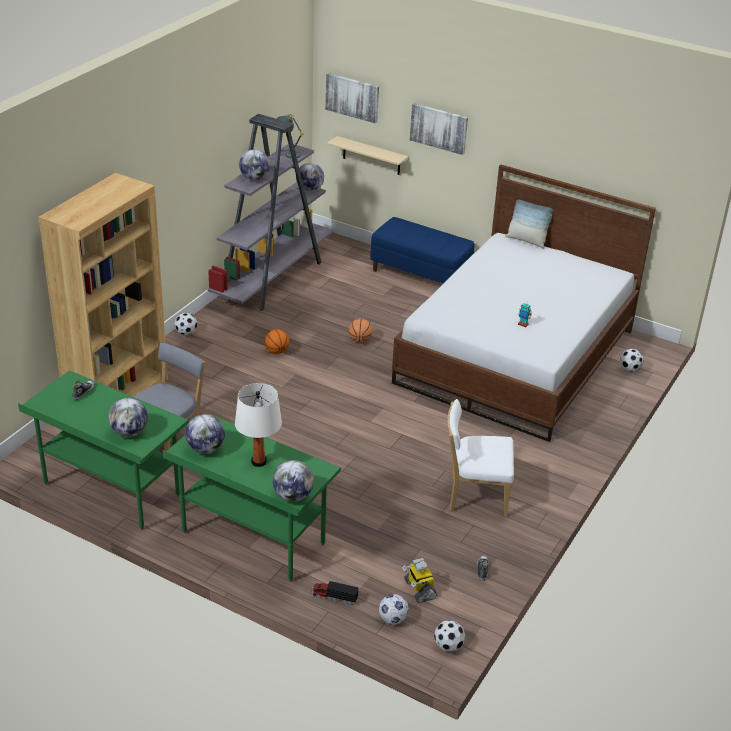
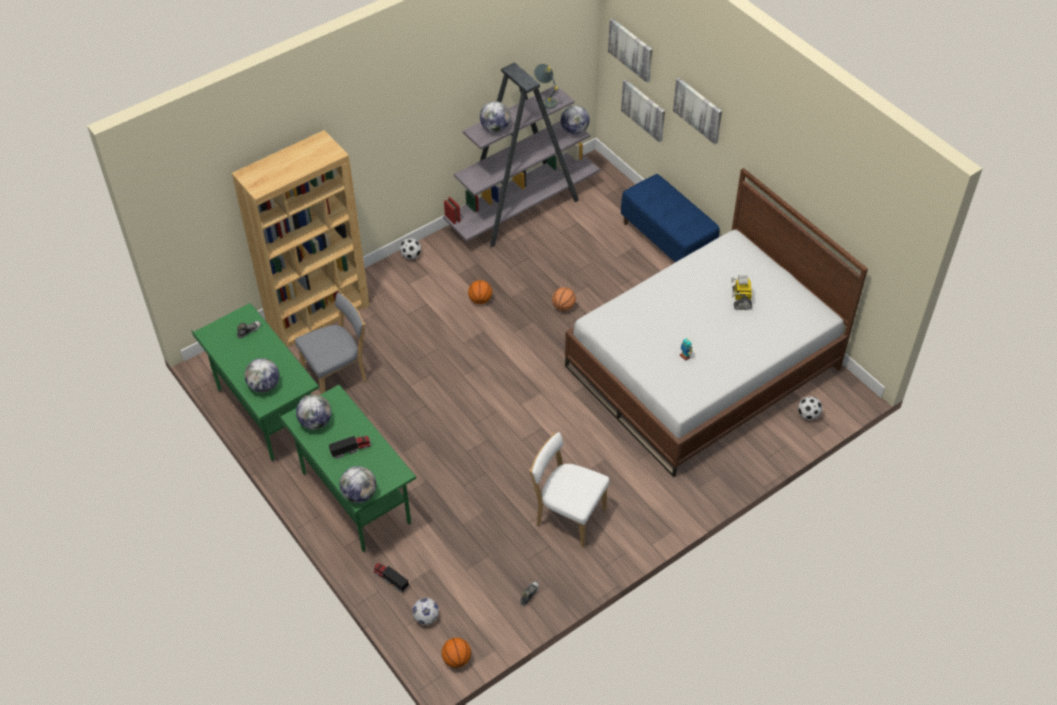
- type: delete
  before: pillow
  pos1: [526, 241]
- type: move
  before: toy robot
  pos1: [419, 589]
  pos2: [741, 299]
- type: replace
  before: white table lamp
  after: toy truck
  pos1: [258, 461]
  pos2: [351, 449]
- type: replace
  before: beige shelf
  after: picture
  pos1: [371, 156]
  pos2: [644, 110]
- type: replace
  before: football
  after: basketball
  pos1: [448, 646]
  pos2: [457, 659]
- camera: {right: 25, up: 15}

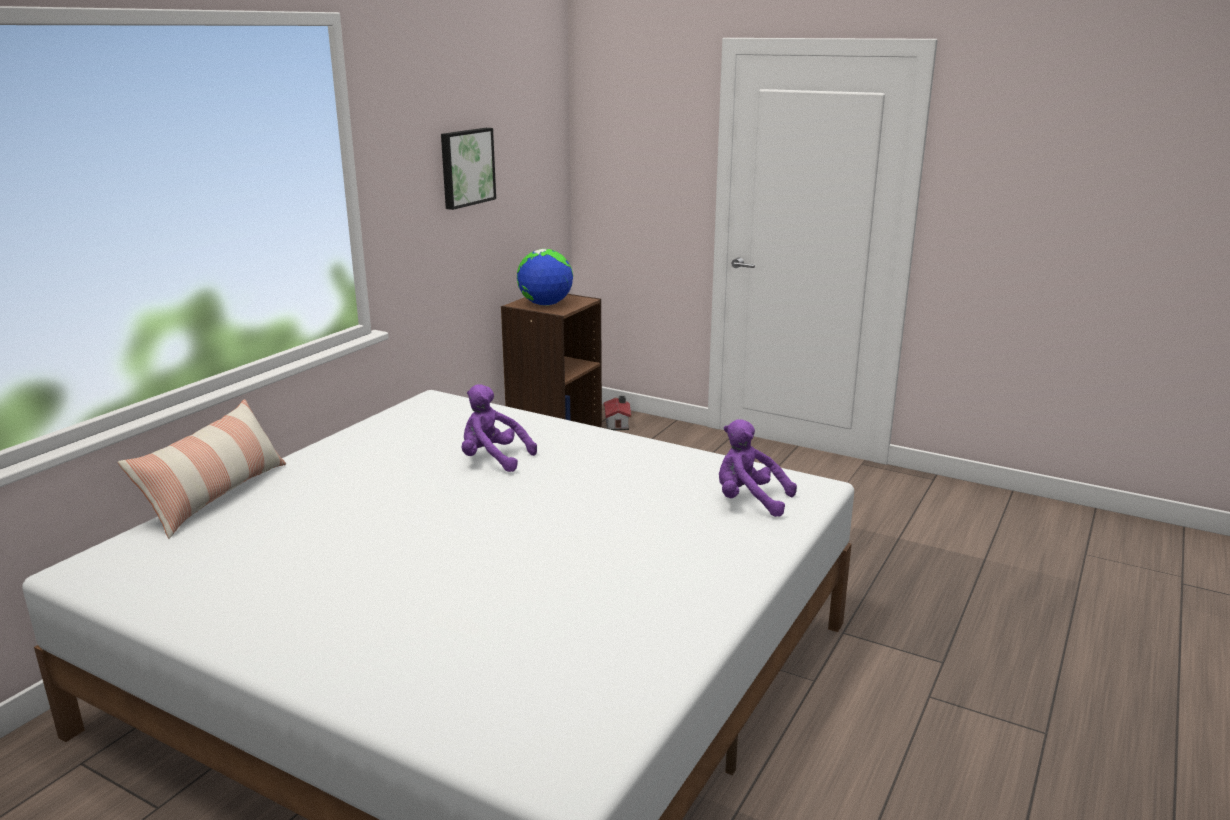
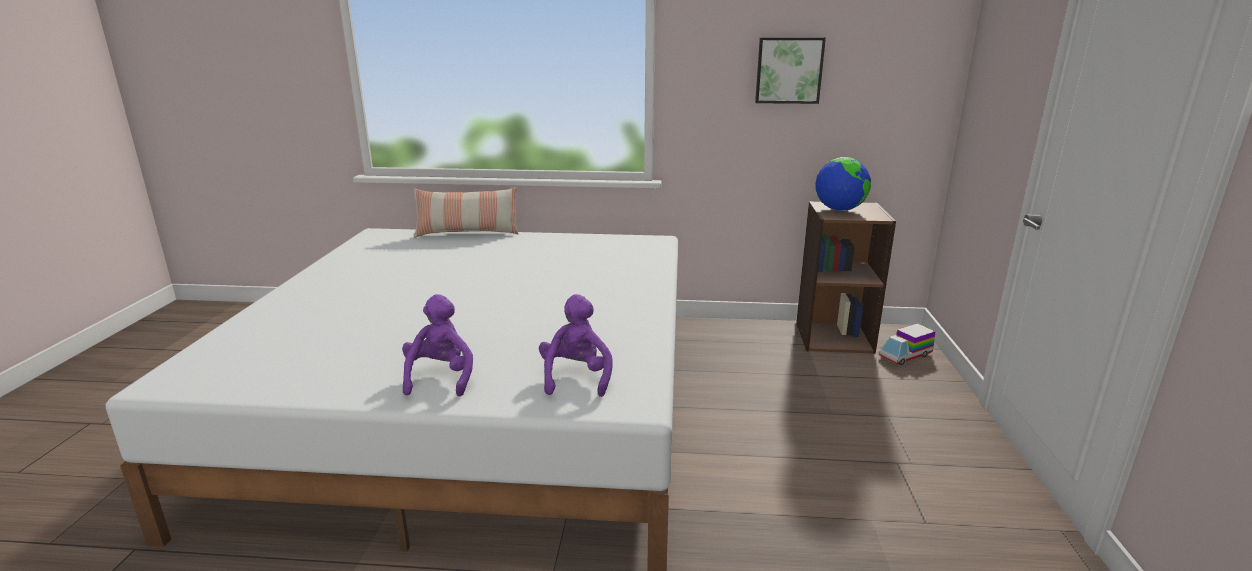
- type: move
  before: purple plush toy
  pos1: [493, 459]
  pos2: [440, 378]
- type: replace
  before: toy house
  after: toy truck
  pos1: [618, 424]
  pos2: [905, 355]
- camera: {right: 65, up: 0}

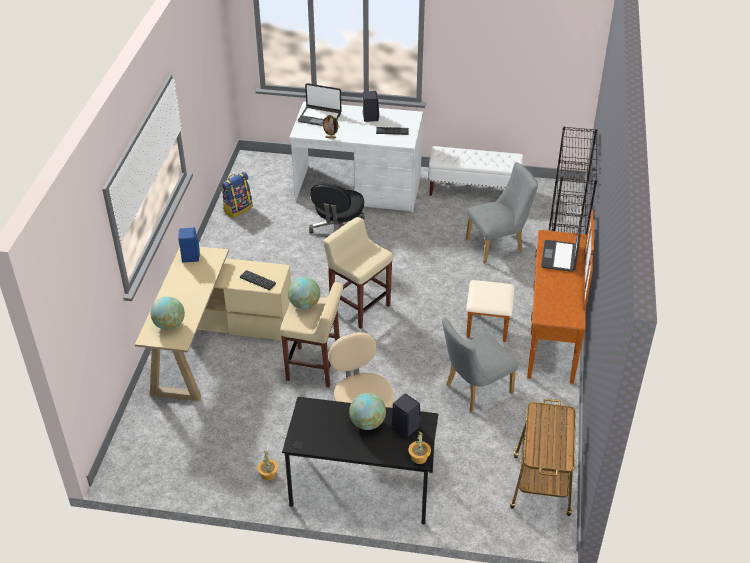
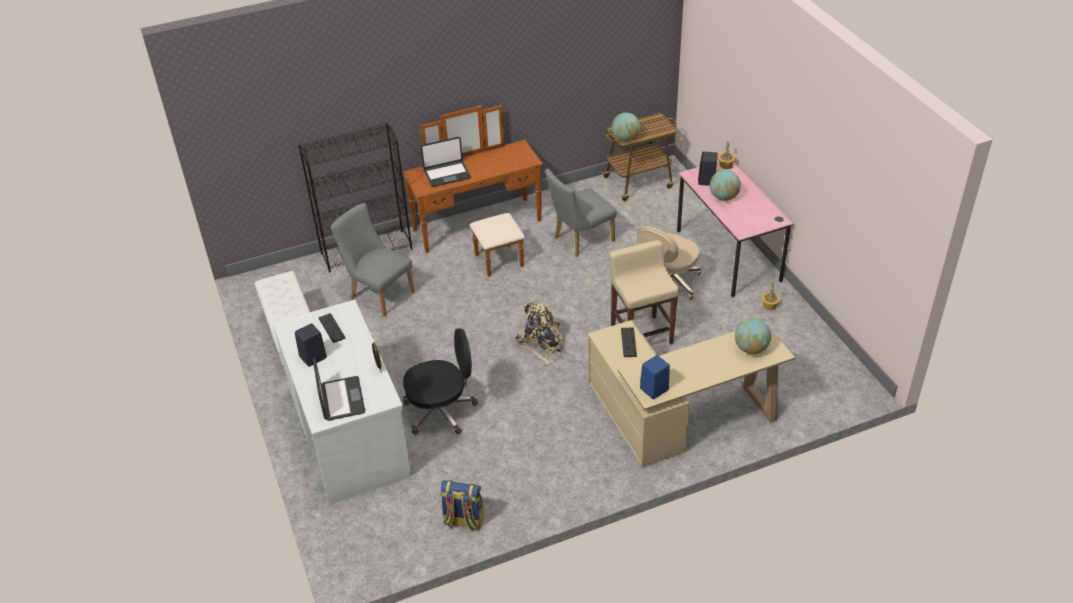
- type: move
  before: globe
  pos1: [304, 305]
  pos2: [625, 138]
- type: replace
  before: beige stool
  after: beige backpack
  pos1: [359, 307]
  pos2: [542, 343]
- type: recolor
  before: black desk
  after: pink desk
  pos1: [362, 488]
  pos2: [728, 255]
- type: rotate
  before: grey chair
  pos1: [474, 390]
  pos2: [580, 240]
  turn: 120
- camera: {right: -120, up: 0}

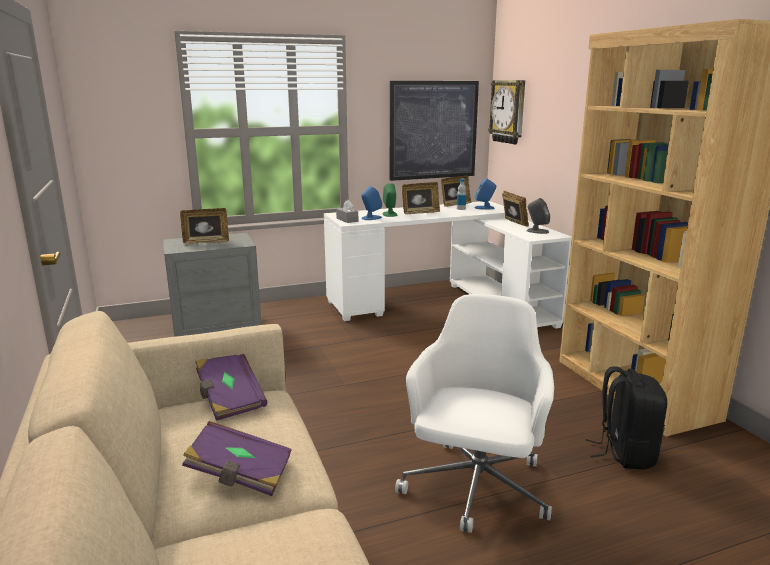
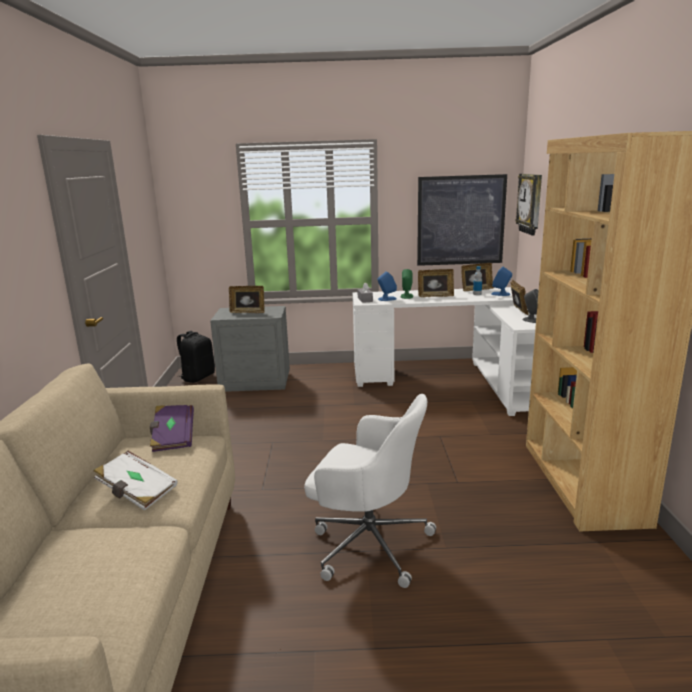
- type: move
  before: black backpack
  pos1: [624, 453]
  pos2: [198, 377]
- type: recolor
  before: purple book
  after: white book
  pos1: [240, 475]
  pos2: [137, 492]
- type: rotate
  before: white office chair
  pos1: [475, 489]
  pos2: [368, 543]
  turn: 75
- camera: {right: 20, up: 0}

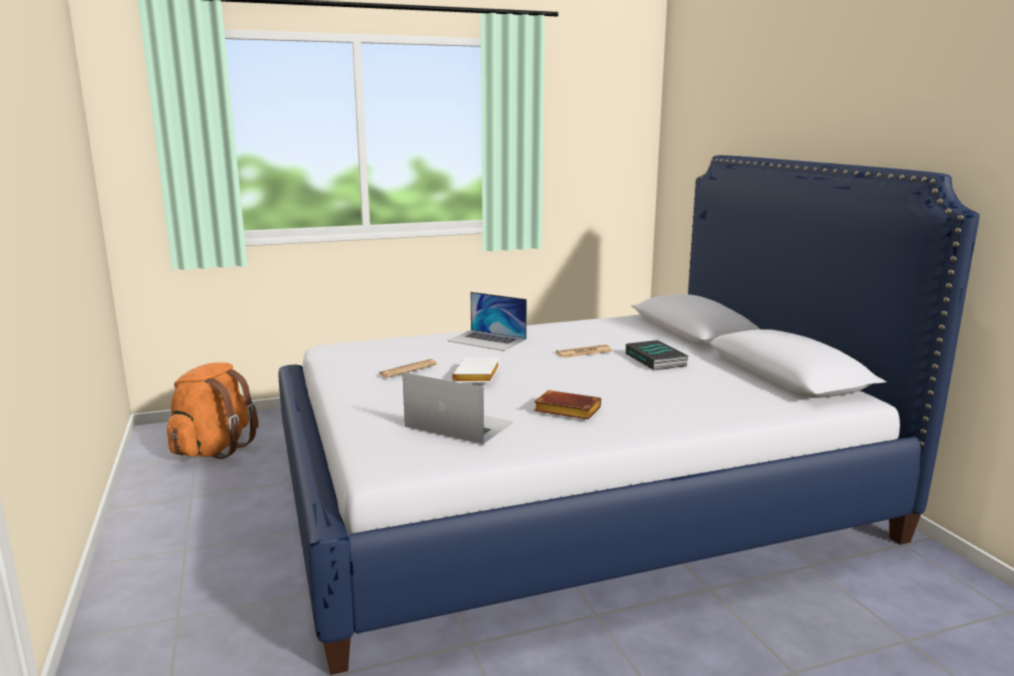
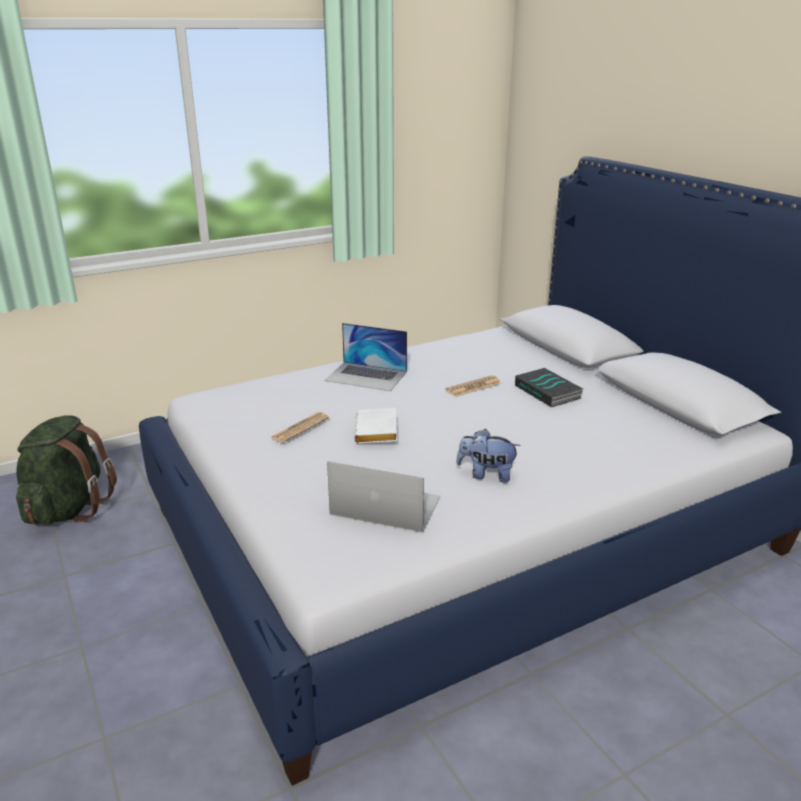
- type: replace
  before: brown book
  after: plush toy
  pos1: [565, 411]
  pos2: [486, 474]
- type: recolor
  before: orange backpack
  after: green backpack
  pos1: [214, 449]
  pos2: [69, 508]
- camera: {right: -10, up: 10}

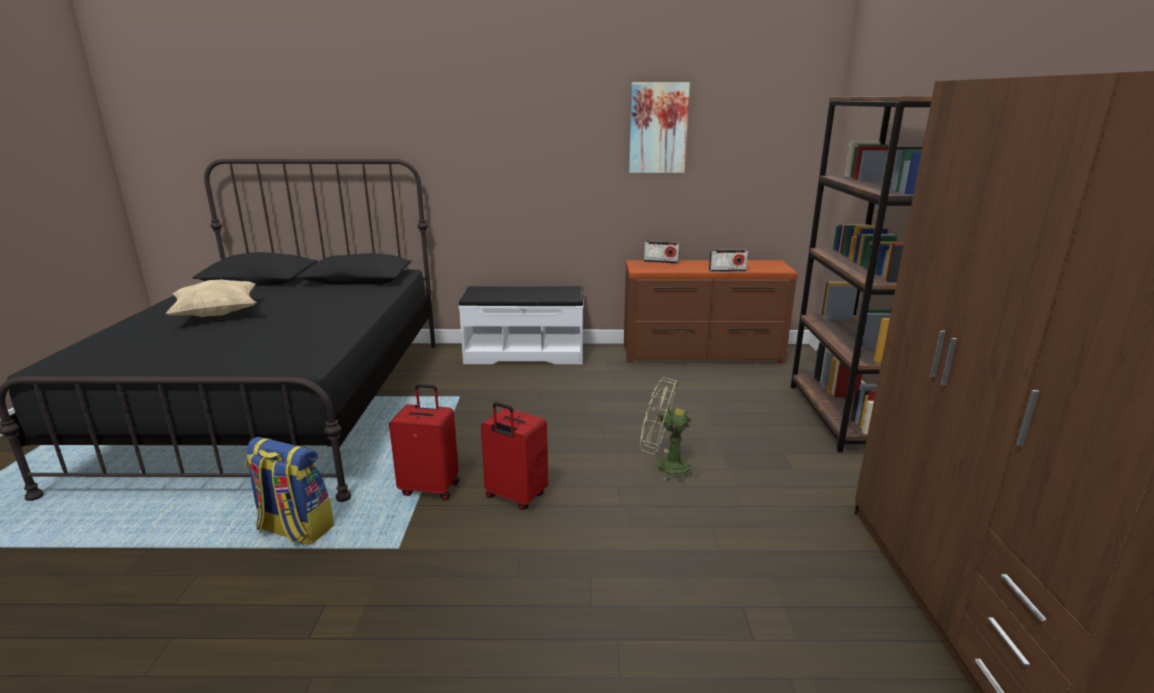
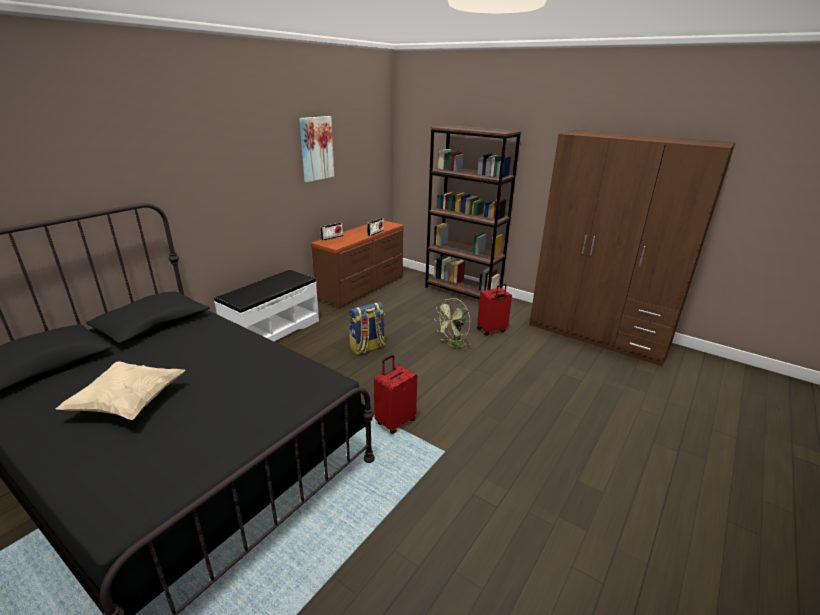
- type: move
  before: backpack
  pos1: [294, 529]
  pos2: [367, 348]
- type: move
  before: red suitcase
  pos1: [515, 497]
  pos2: [492, 330]
- camera: {right: -55, up: 5}

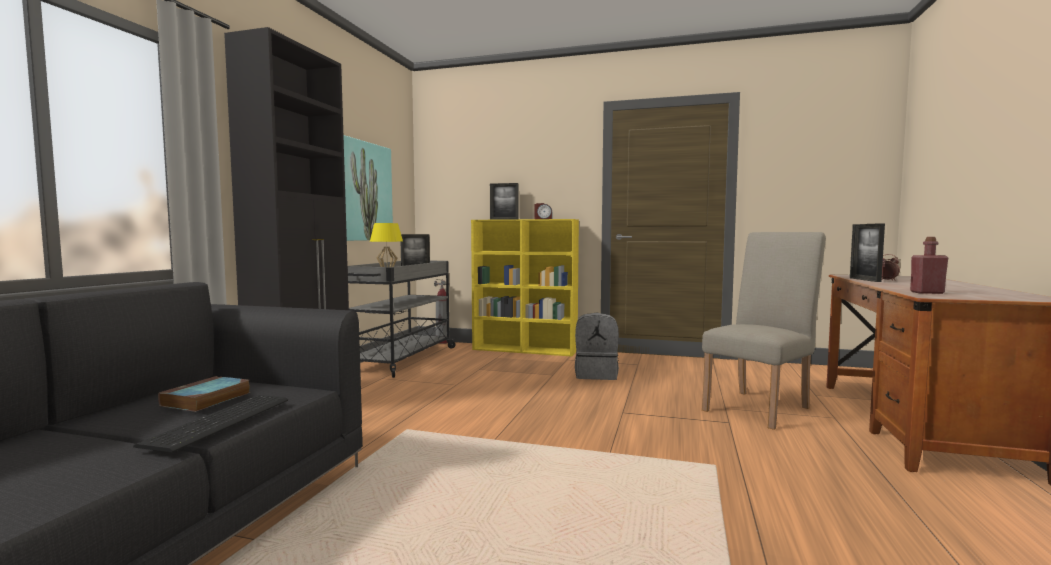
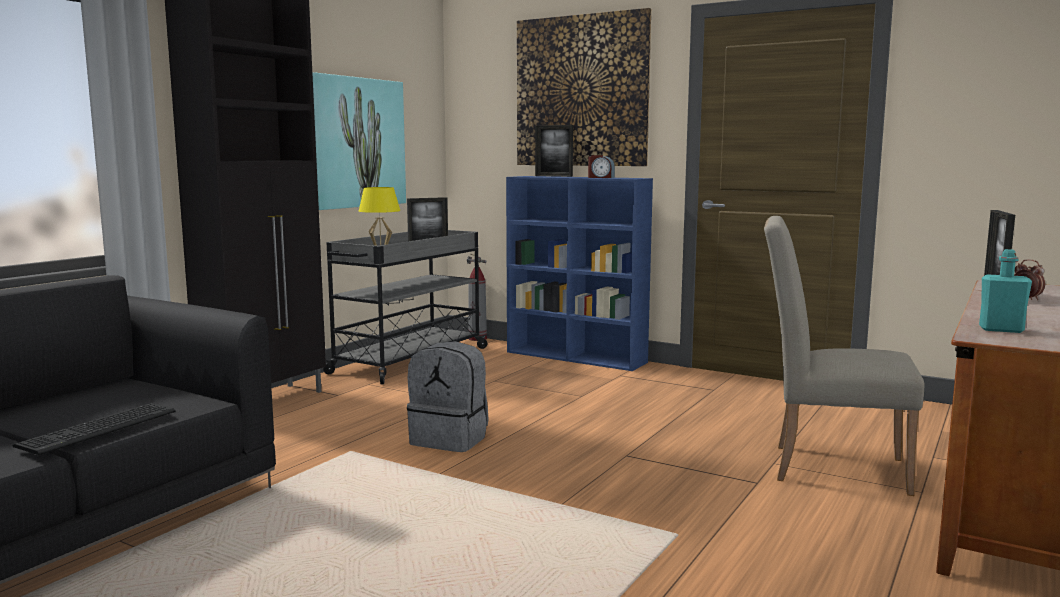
- type: delete
  before: book
  pos1: [205, 399]
- type: insert
  after: picture
  pos2: [581, 91]
- type: move
  before: grey backpack
  pos1: [596, 374]
  pos2: [450, 439]
- type: recolor
  before: yellow bookcase
  after: blue bookcase
  pos1: [525, 350]
  pos2: [577, 357]
- type: recolor
  before: red bottle
  after: turquoise bottle
  pos1: [927, 292]
  pos2: [1001, 330]
- type: rotate
  before: beige chair
  pos1: [761, 407]
  pos2: [827, 467]
  turn: -135
- camera: {right: 15, up: 5}

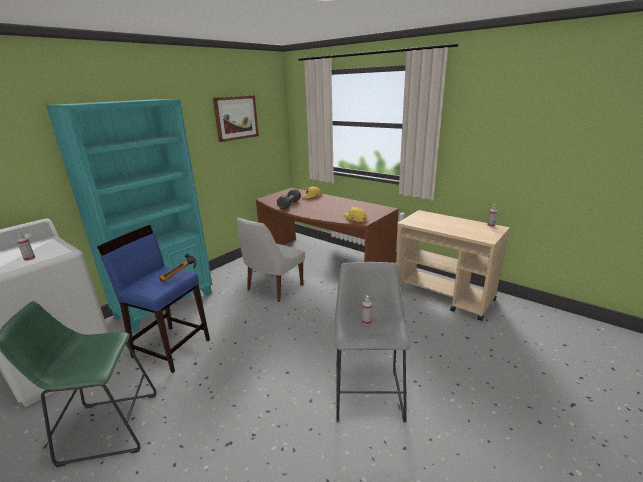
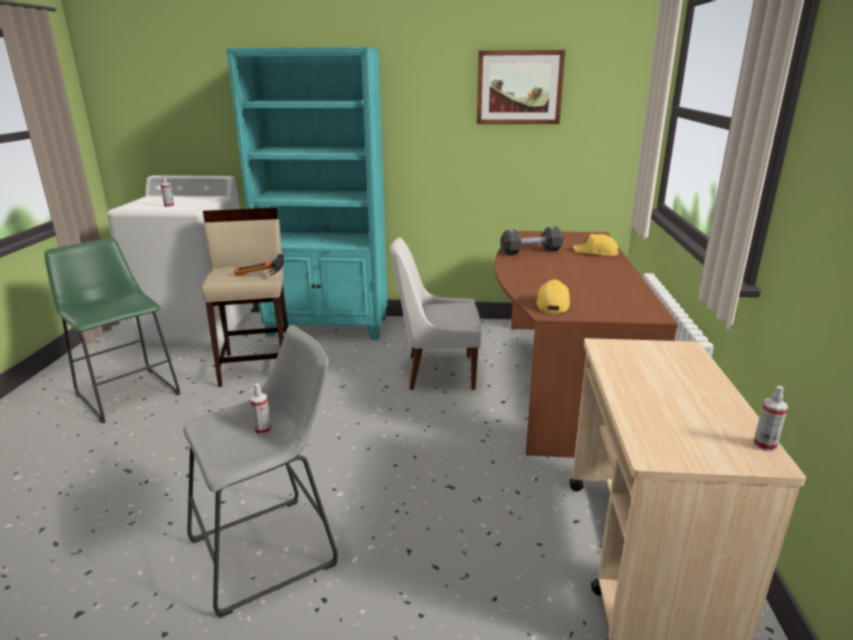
- type: recolor
  before: blue stool
  after: beige stool
  pos1: [171, 347]
  pos2: [257, 366]
- camera: {right: 55, up: 0}

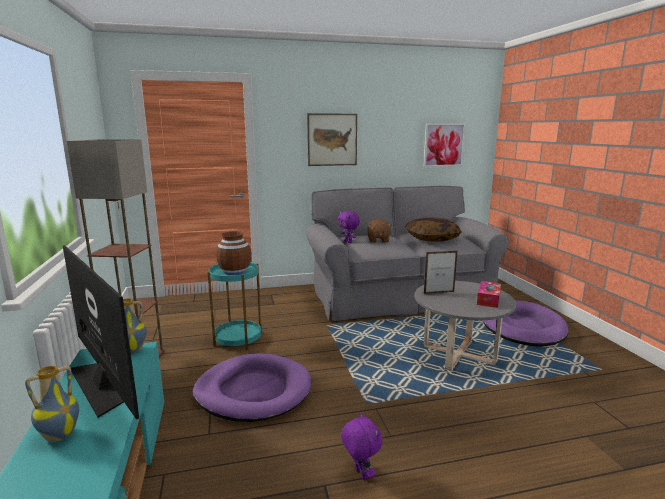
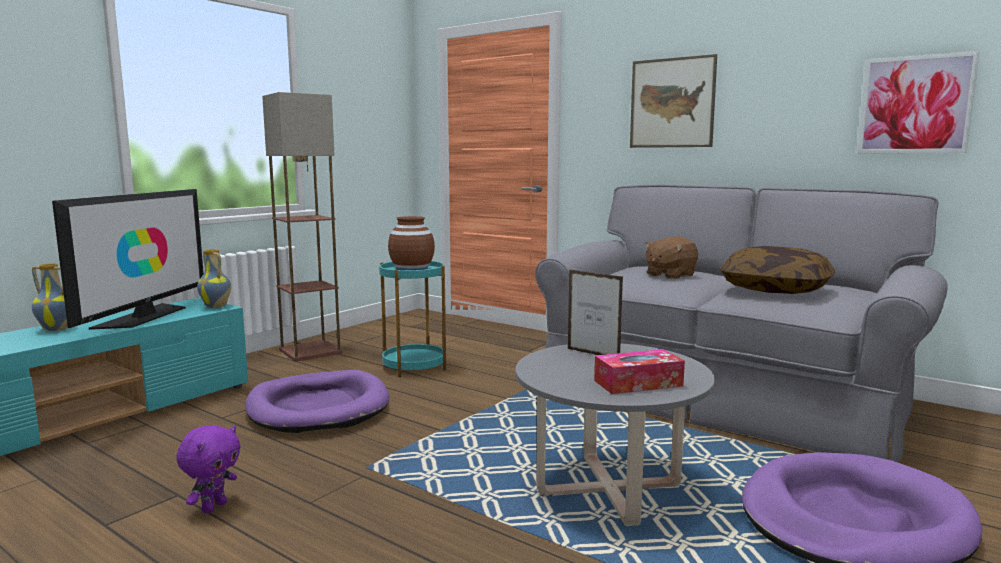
- type: delete
  before: purple plush toy
  pos1: [348, 242]
- camera: {right: 50, up: -5}

